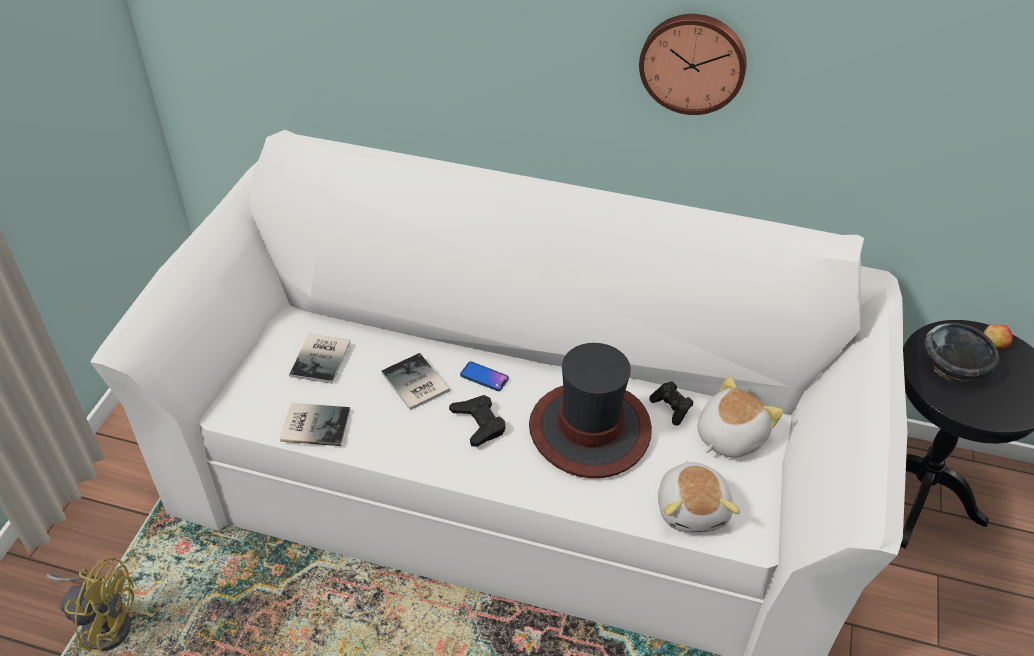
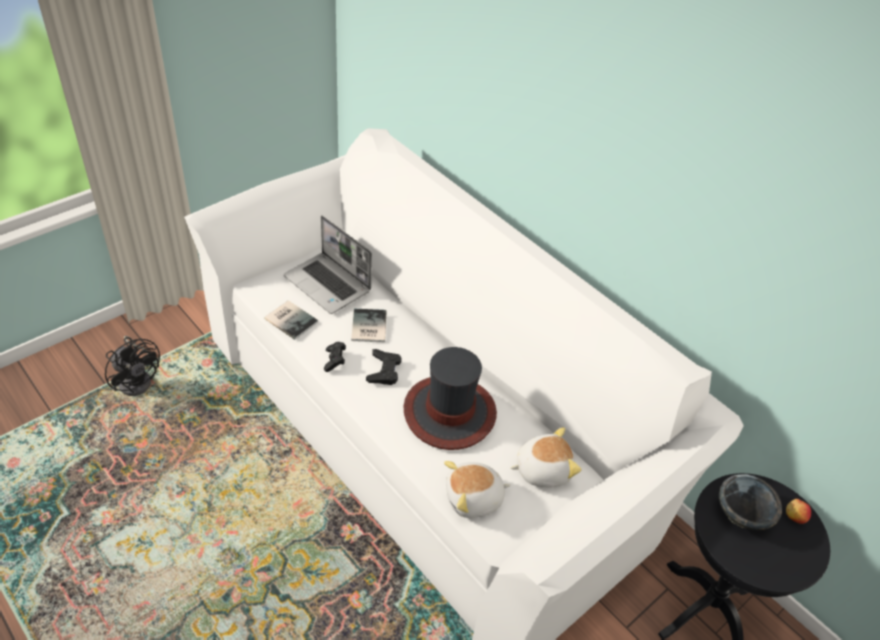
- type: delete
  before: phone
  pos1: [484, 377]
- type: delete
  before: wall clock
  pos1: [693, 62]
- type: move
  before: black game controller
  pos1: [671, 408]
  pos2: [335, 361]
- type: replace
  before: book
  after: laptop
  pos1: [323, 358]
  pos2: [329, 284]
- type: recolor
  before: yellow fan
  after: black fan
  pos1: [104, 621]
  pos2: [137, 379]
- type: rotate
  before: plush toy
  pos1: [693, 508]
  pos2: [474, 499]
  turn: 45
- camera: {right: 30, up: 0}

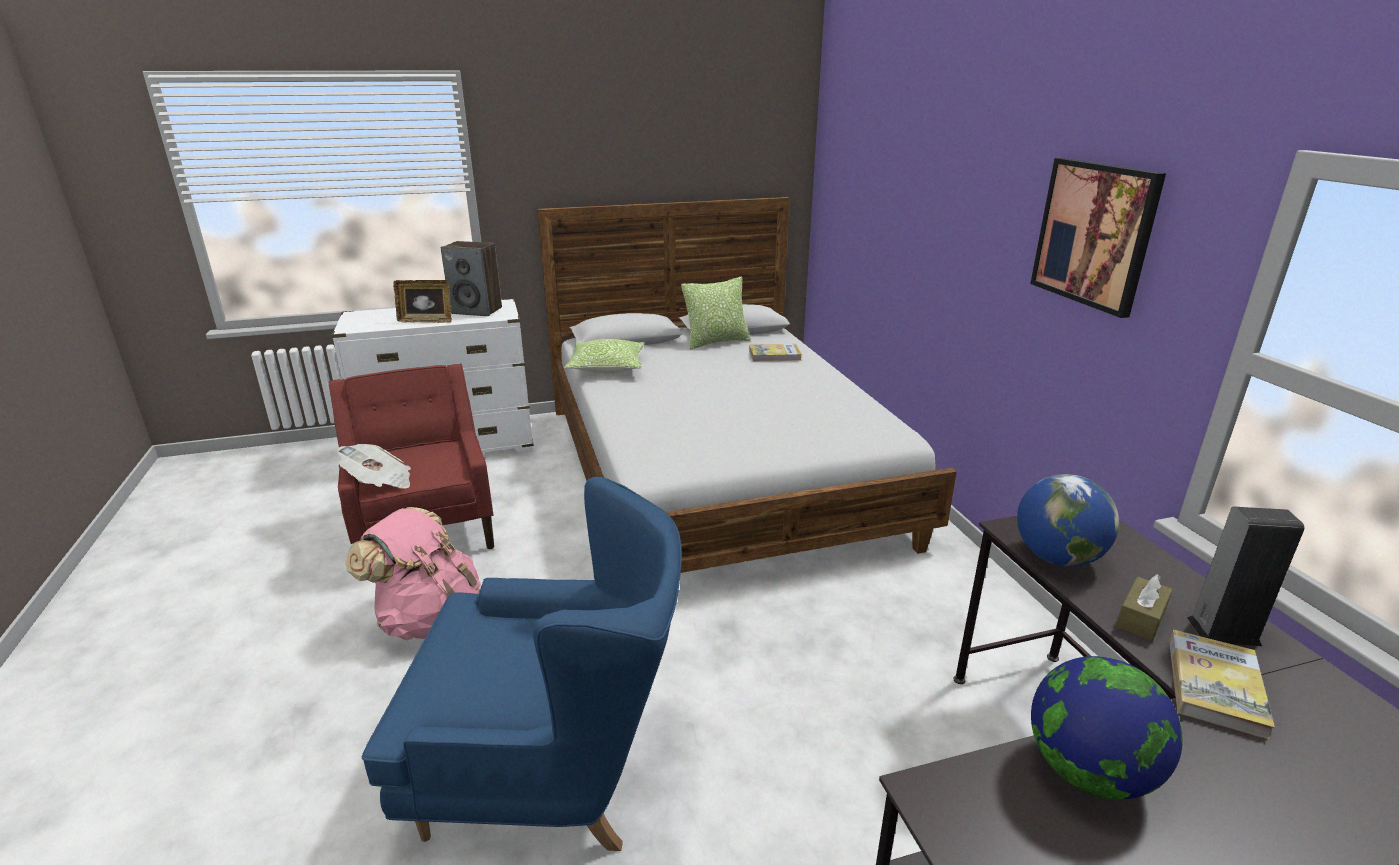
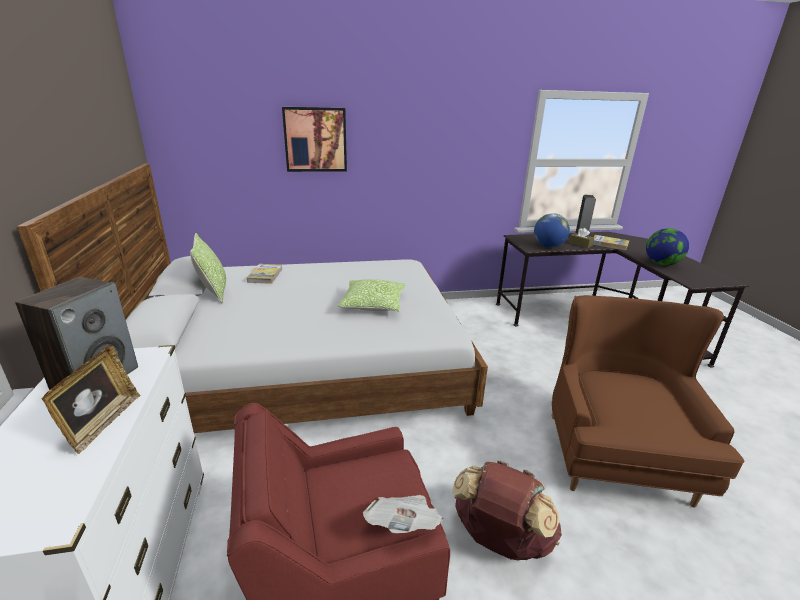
- type: move
  before: pillow
  pos1: [607, 367]
  pos2: [373, 304]
- type: move
  before: picture
  pos1: [1094, 234]
  pos2: [315, 139]
- type: recolor
  before: pink backpack
  after: brown backpack
  pos1: [429, 618]
  pos2: [500, 539]
- type: recolor
  before: blue armchair
  after: brown armchair
  pos1: [551, 760]
  pos2: [614, 452]
- camera: {right: -85, up: 0}

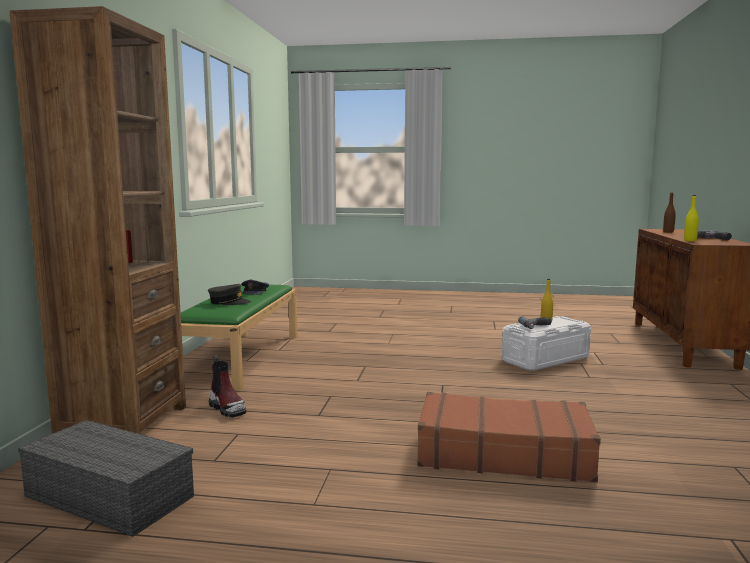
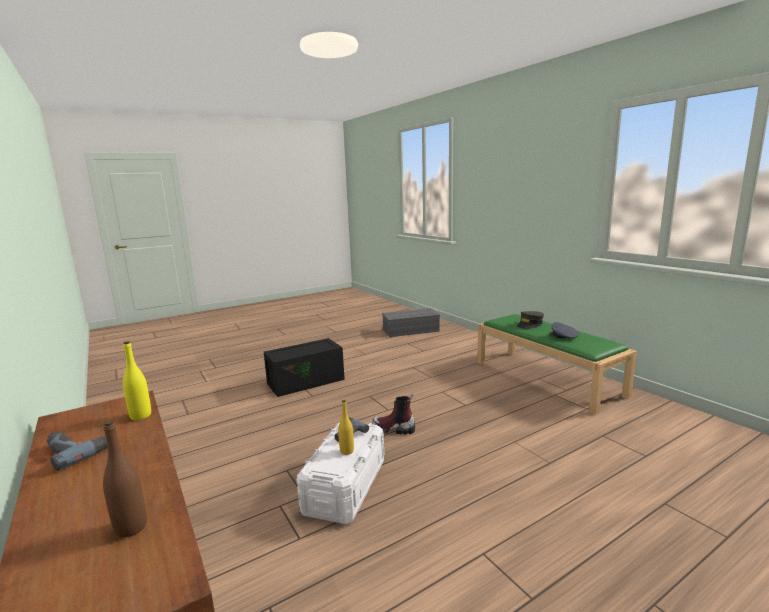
- type: delete
  before: brown bookcase
  pos1: [123, 423]
- type: move
  before: boot
  pos1: [228, 408]
  pos2: [393, 429]
- type: replace
  before: brown suitcase
  after: black storage box
  pos1: [503, 453]
  pos2: [306, 381]
- camera: {right: 140, up: 5}

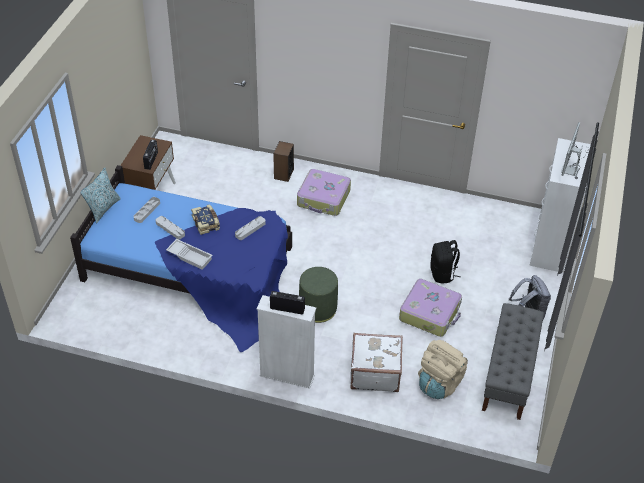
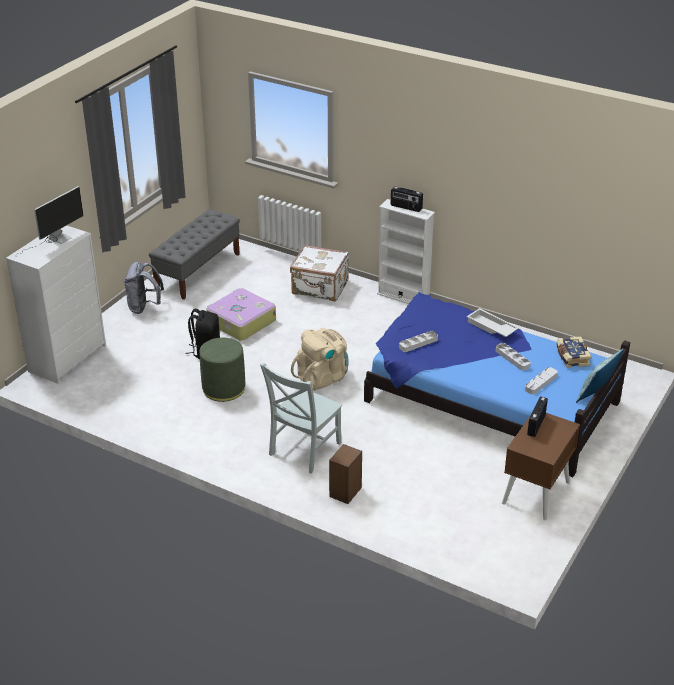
- type: move
  before: book
  pos1: [206, 223]
  pos2: [571, 357]
- type: move
  before: green ottoman
  pos1: [318, 308]
  pos2: [223, 388]
- type: move
  before: beige backpack
  pos1: [440, 383]
  pos2: [322, 377]
- type: replace
  before: suitcase
  after: grey chair
  pos1: [323, 198]
  pos2: [303, 450]
- camera: {right: -165, up: -10}

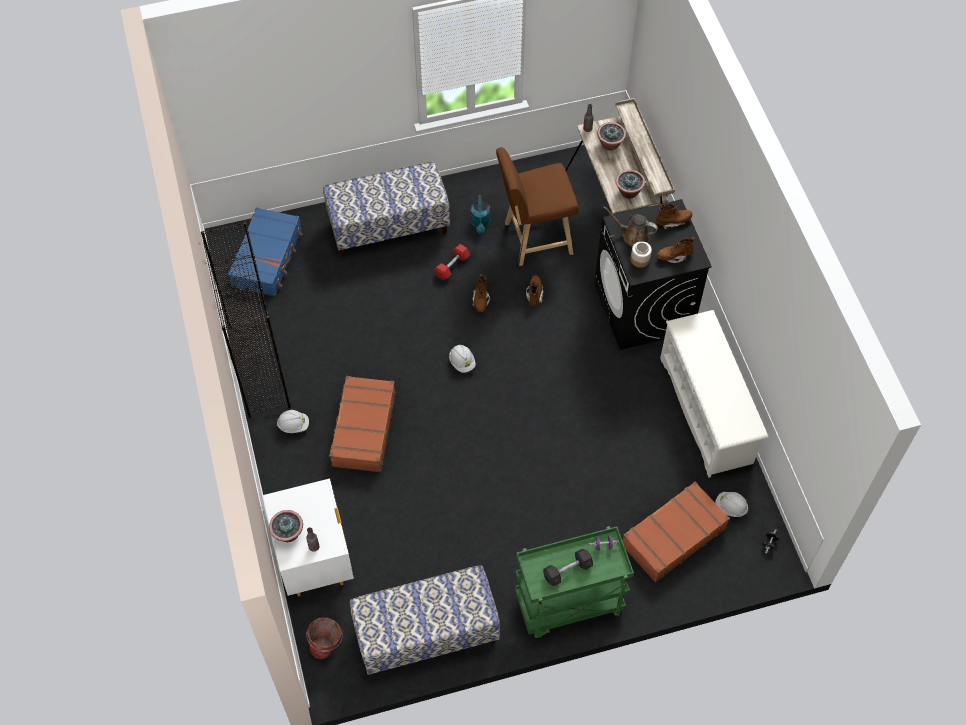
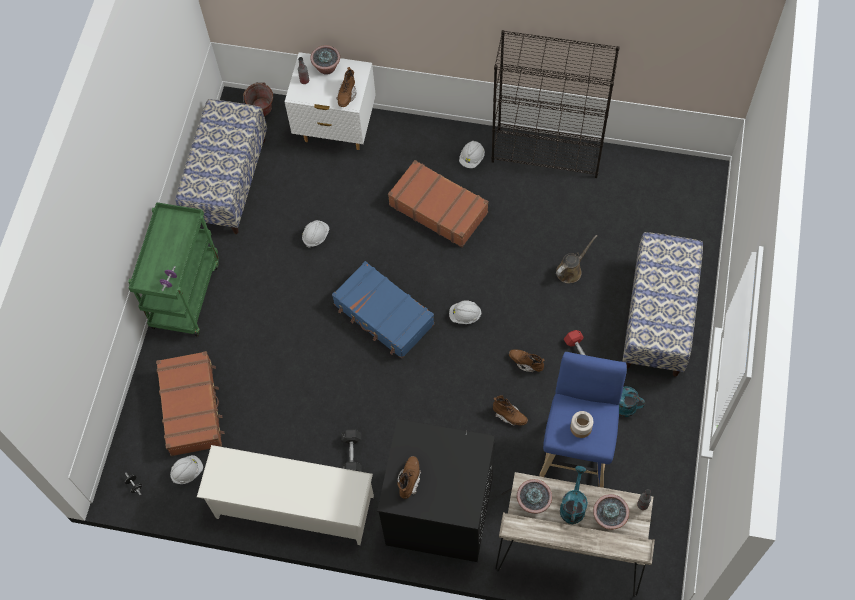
- type: insert
  after: white hard hat
  pos2: [316, 236]
- type: insert
  after: turquoise watering can
  pos2: [573, 505]
- type: move
  before: blue suitcase
  pos1: [267, 258]
  pos2: [383, 315]
- type: move
  before: grey dumbbell
  pos1: [567, 570]
  pos2: [352, 455]
- type: move
  before: brown watering can
  pos1: [633, 236]
  pos2: [571, 270]
- type: move
  before: jar
  pos1: [640, 259]
  pos2: [581, 428]
- type: move
  before: brown boot
  pos1: [673, 221]
  pos2: [347, 95]
- type: recolor
  before: brown stool
  after: blue stool
  pos1: [534, 239]
  pos2: [577, 447]
- camera: {right: 120, up: 5}

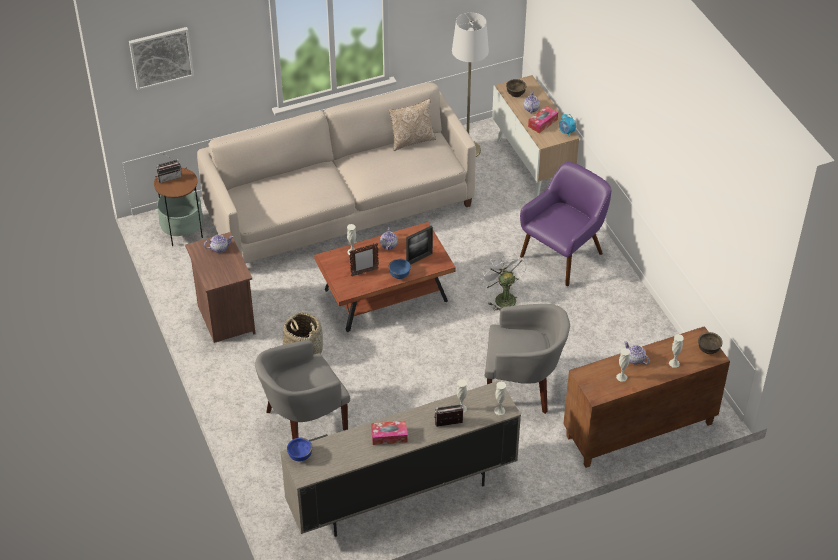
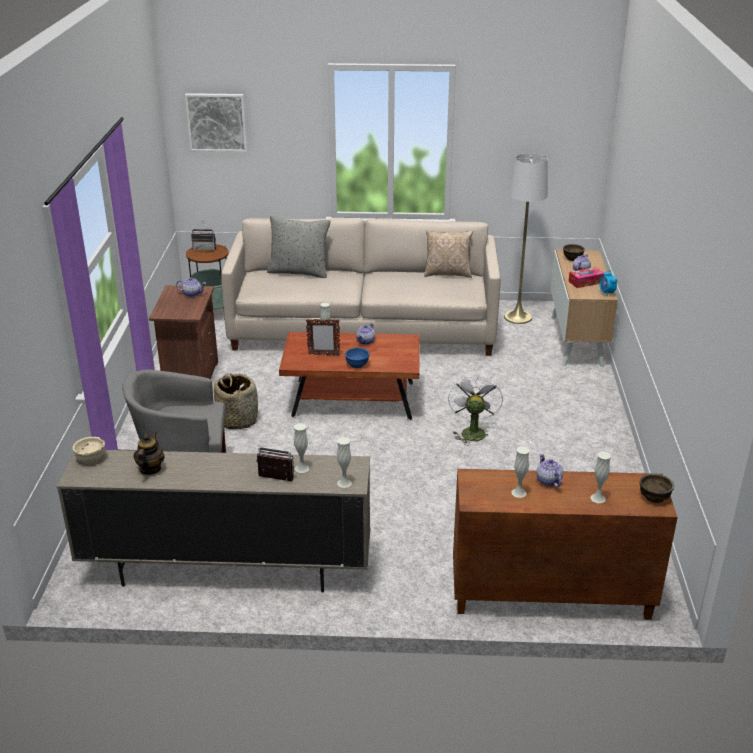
- type: delete
  before: tissue box
  pos1: [389, 436]
- type: delete
  before: picture frame
  pos1: [419, 258]
- type: delete
  before: grey armchair
  pos1: [522, 386]
- type: delete
  before: purple armchair
  pos1: [563, 255]
- type: insert
  after: teapot
  pos2: [150, 469]
- type: insert
  after: grey pillow
  pos2: [299, 272]
- type: recolor
  before: blue bowl
  after: beige bowl
  pos1: [300, 455]
  pos2: [91, 458]
- camera: {right: 25, up: -15}

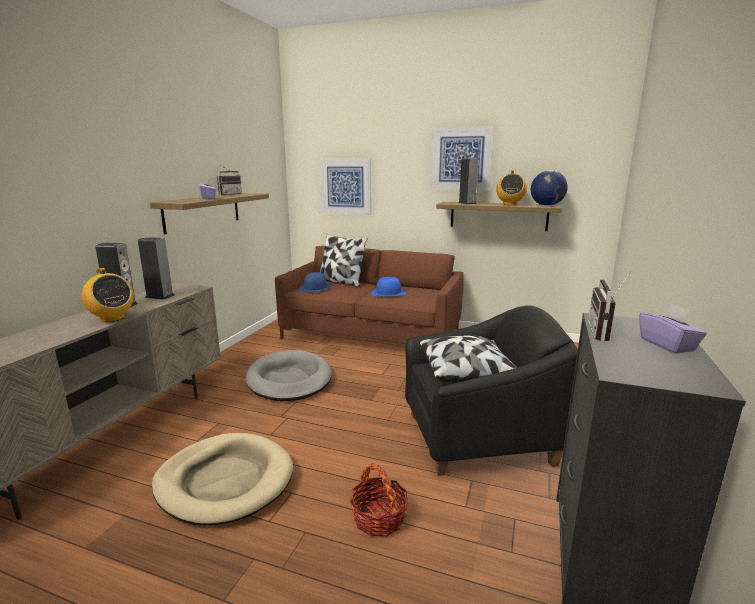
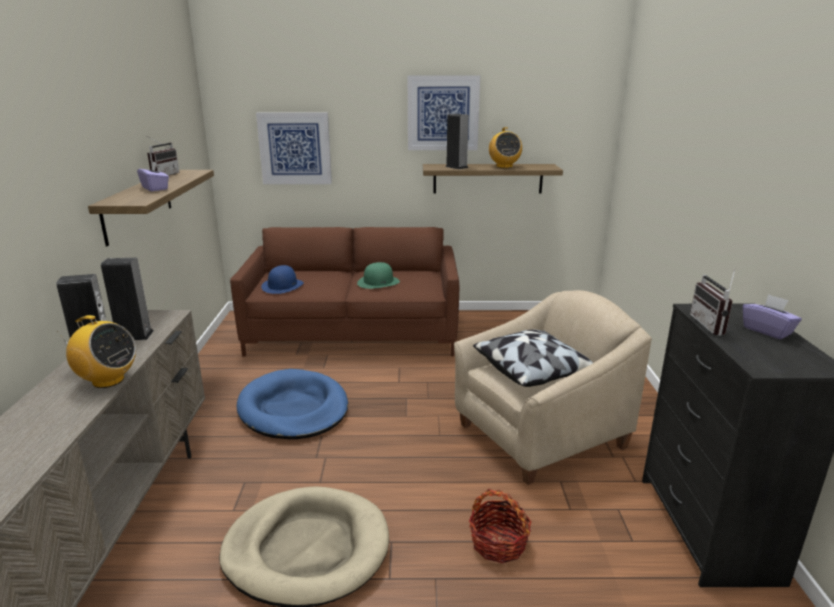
- type: delete
  before: pillow
  pos1: [341, 282]
- type: delete
  before: globe
  pos1: [546, 205]
- type: recolor
  before: grey dog bed
  after: blue dog bed
  pos1: [289, 379]
  pos2: [293, 409]
- type: recolor
  before: blue hat
  after: green hat
  pos1: [388, 293]
  pos2: [378, 282]
- type: recolor
  before: black armchair
  after: beige armchair
  pos1: [477, 438]
  pos2: [540, 435]
- camera: {right: -20, up: 5}

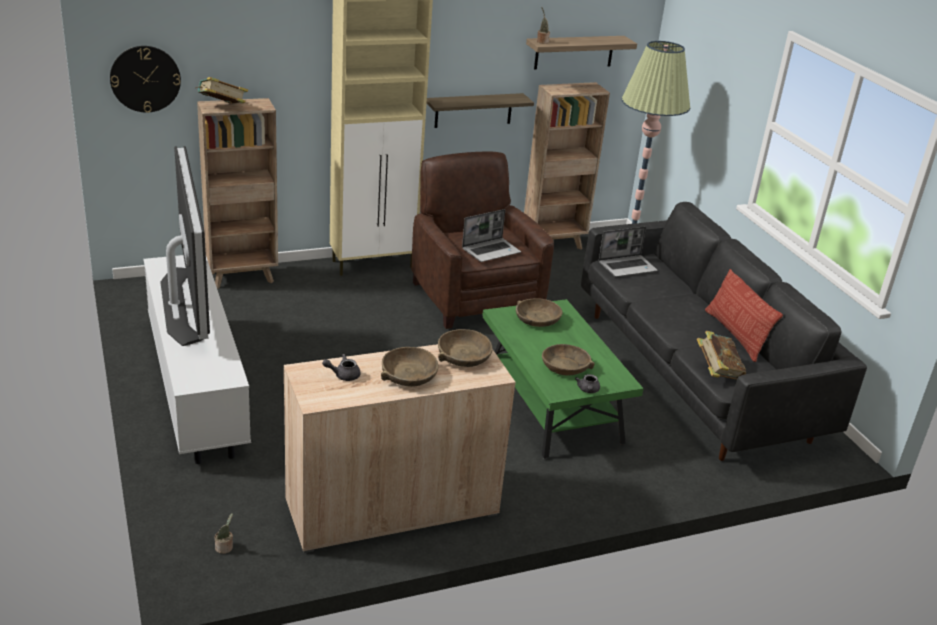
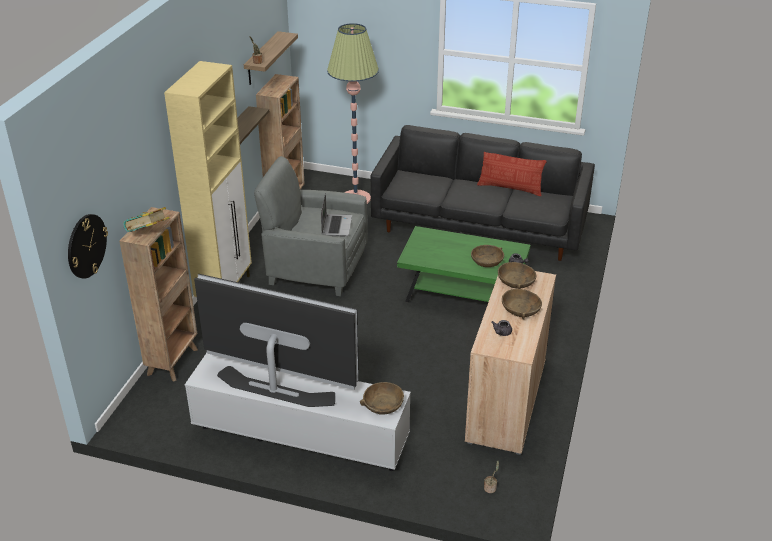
- type: delete
  before: laptop
  pos1: [627, 267]
- type: delete
  before: book
  pos1: [717, 372]
- type: move
  before: brown bowl
  pos1: [537, 319]
  pos2: [383, 404]
- type: recolor
  before: brown armchair
  after: grey armchair
  pos1: [474, 297]
  pos2: [315, 267]
- camera: {right: -50, up: 5}

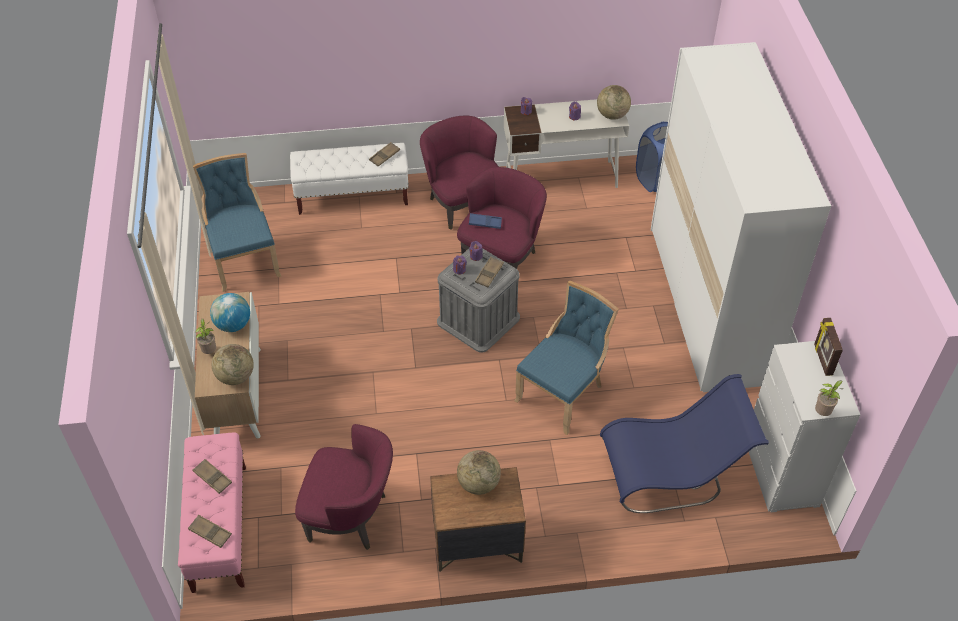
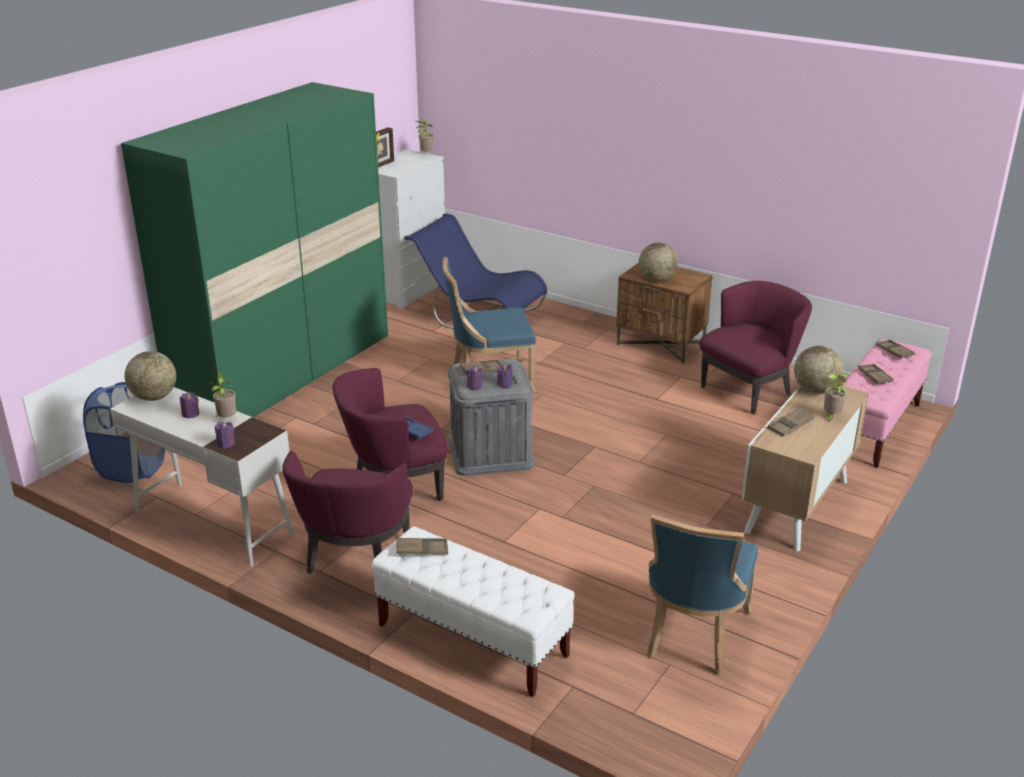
- type: insert
  after: potted plant
  pos2: [226, 419]
- type: replace
  before: globe
  after: brown tray
  pos1: [233, 325]
  pos2: [790, 425]
- type: recolor
  before: white wardrobe
  after: green wardrobe
  pos1: [708, 304]
  pos2: [285, 372]
- type: rotate
  before: purple armchair
  pos1: [351, 517]
  pos2: [749, 390]
  turn: 90
- camera: {right: -140, up: -20}

